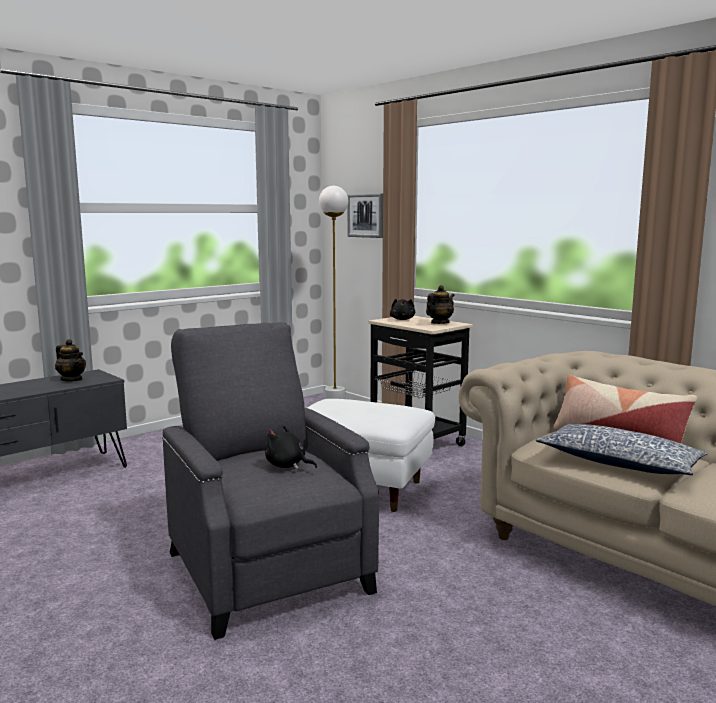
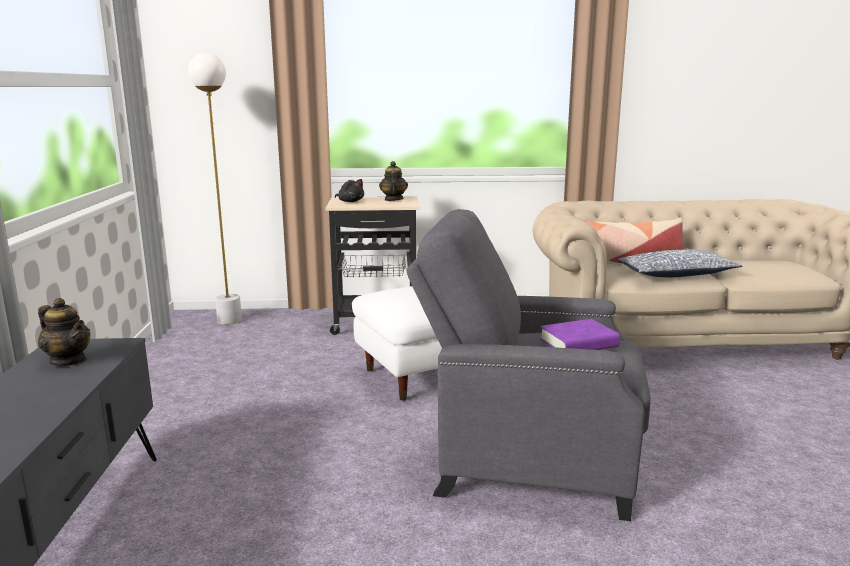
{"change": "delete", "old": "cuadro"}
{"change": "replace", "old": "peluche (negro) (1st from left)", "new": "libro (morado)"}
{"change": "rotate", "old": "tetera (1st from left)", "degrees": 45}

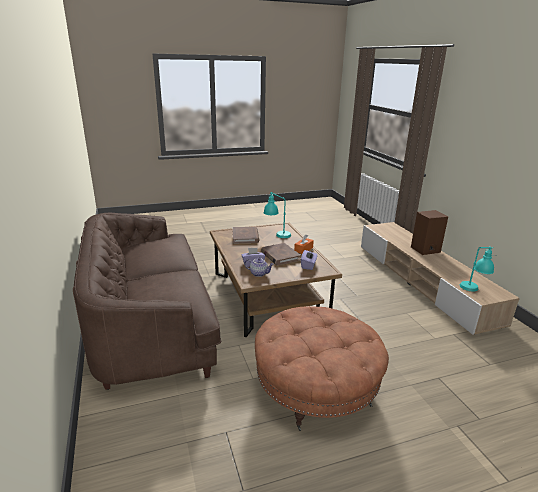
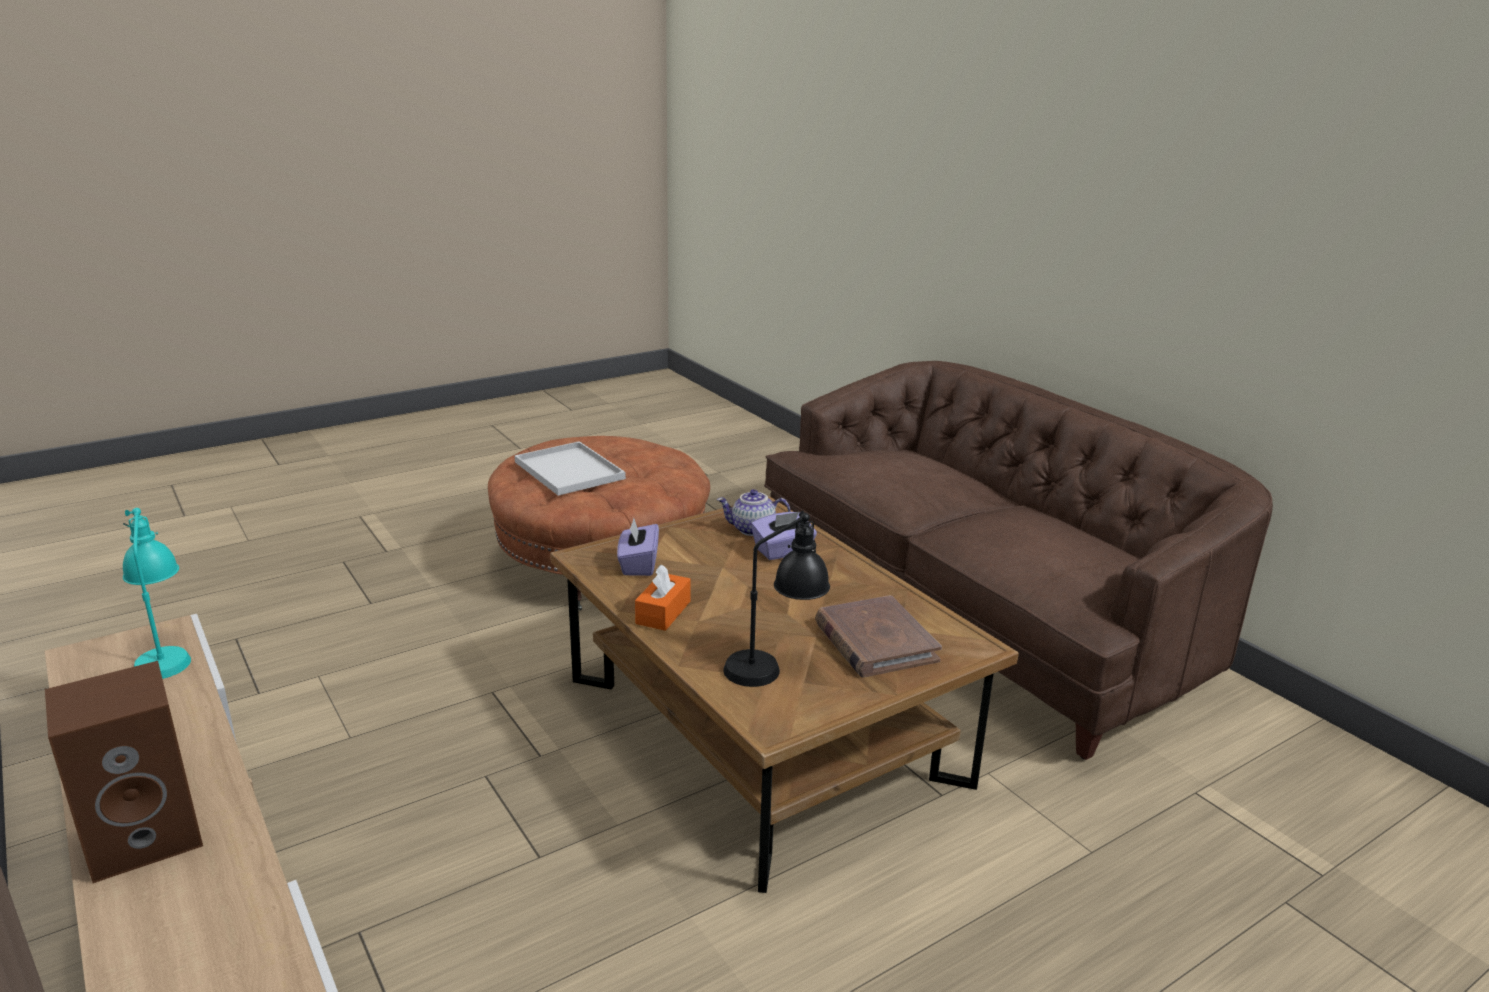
{"change": "delete", "old": "libro (marrón) (2nd from left)"}
{"change": "insert", "new": "bandeja (blanco)"}
{"change": "recolor", "old": "lámpara de mesa (turquesa) (1st from left)", "new": "lámpara de mesa (negro)"}

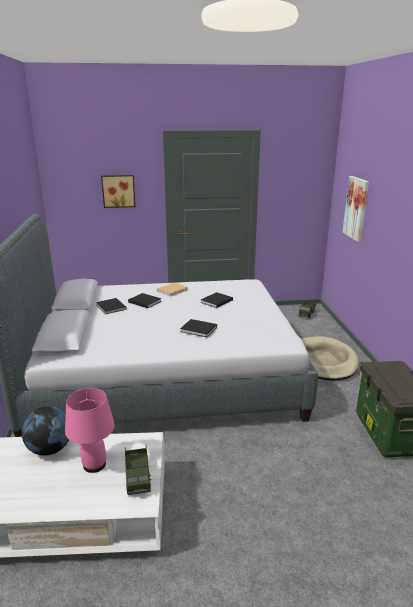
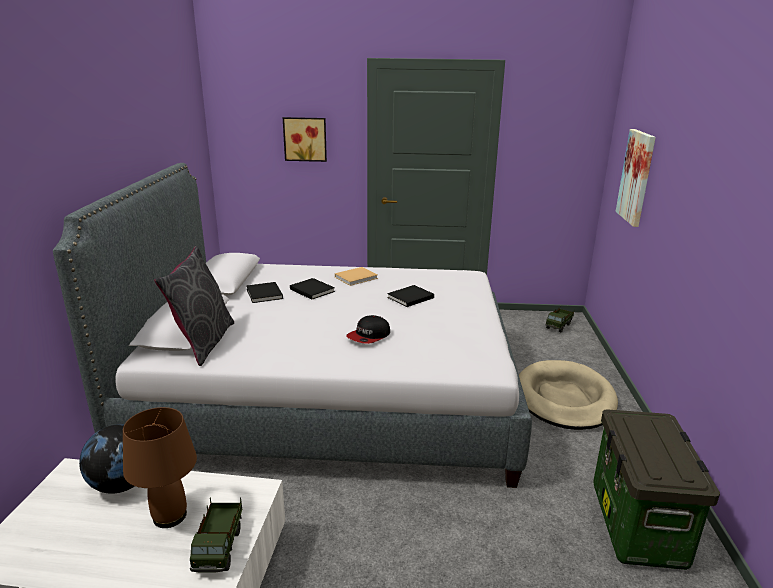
{"change": "insert", "new": "cojín (gris)"}
{"change": "replace", "old": "libro (negro) (3rd from left)", "new": "gorra"}
{"change": "recolor", "old": "lámpara de mesa (rosa)", "new": "lámpara de mesa (marrón)"}

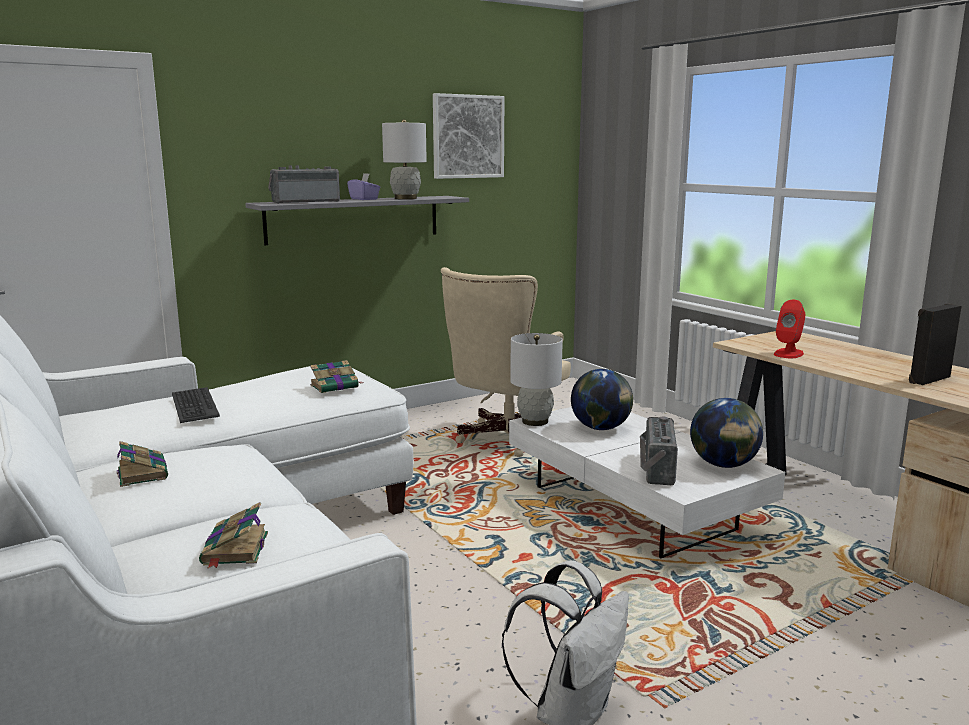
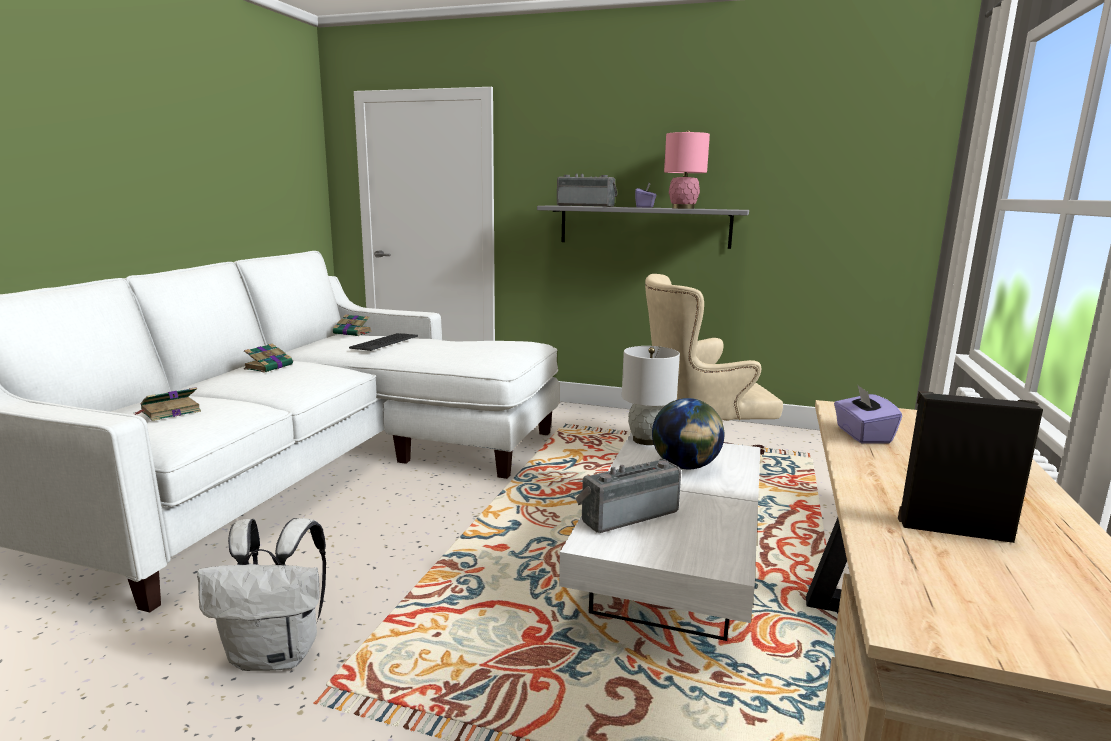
{"change": "delete", "old": "cuadro"}
{"change": "delete", "old": "globo terráqueo (2nd from left)"}
{"change": "move", "old": "libro (3rd from left)"}
{"change": "replace", "old": "altavoz (rojo)", "new": "caja de pañuelos (morado) (2nd from left)"}
{"change": "recolor", "old": "lámpara de mesa (blanco) (1st from left)", "new": "lámpara de mesa (rosa)"}

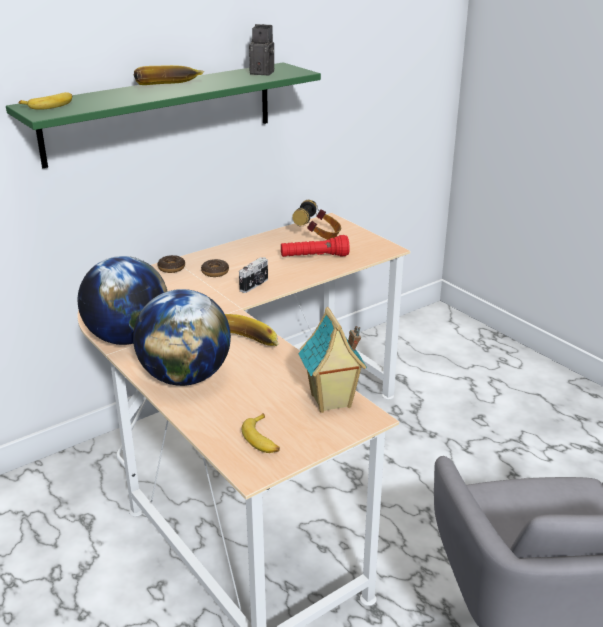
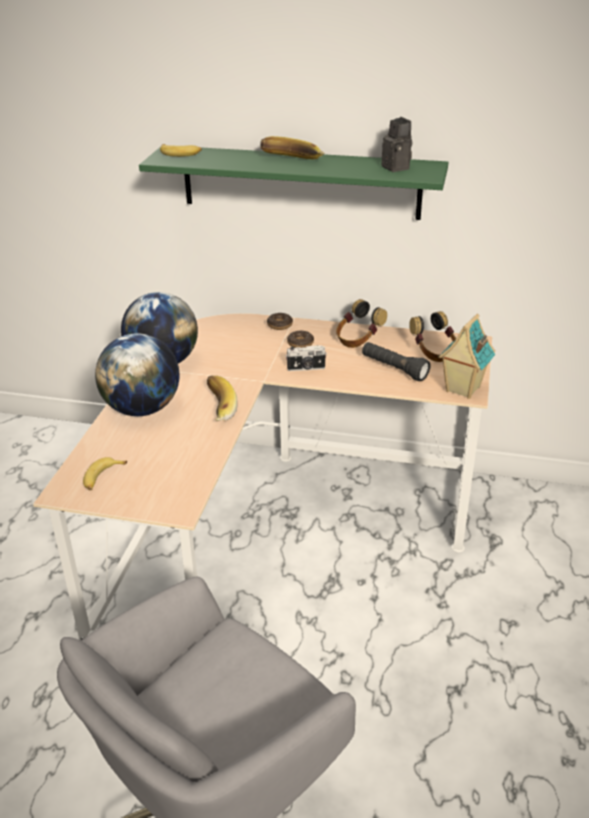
{"change": "insert", "new": "auriculares (1st from left)"}
{"change": "move", "old": "casita"}
{"change": "recolor", "old": "linterna (rojo)", "new": "linterna (negro)"}

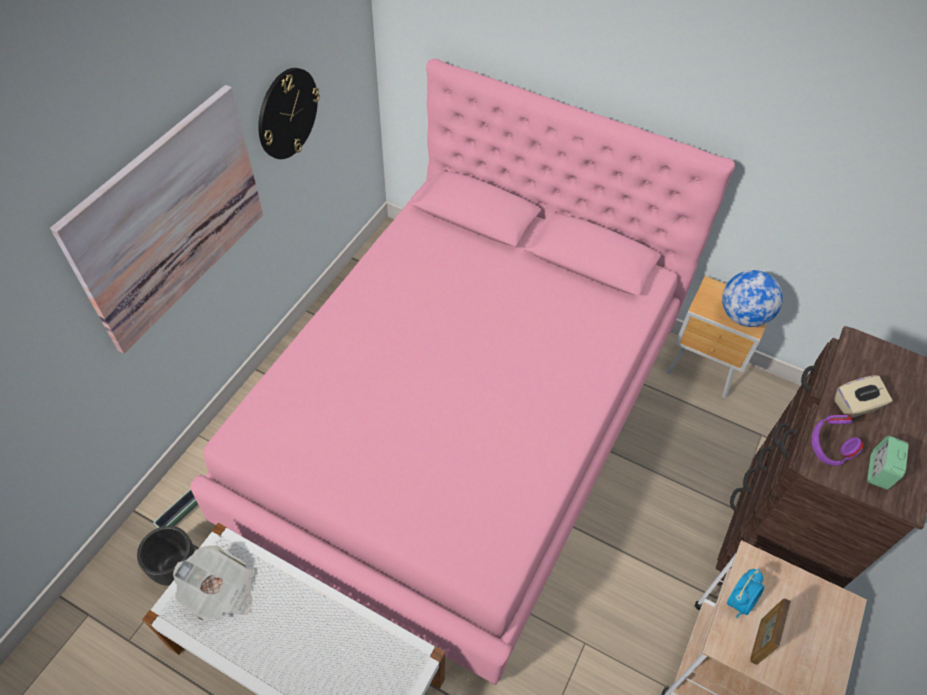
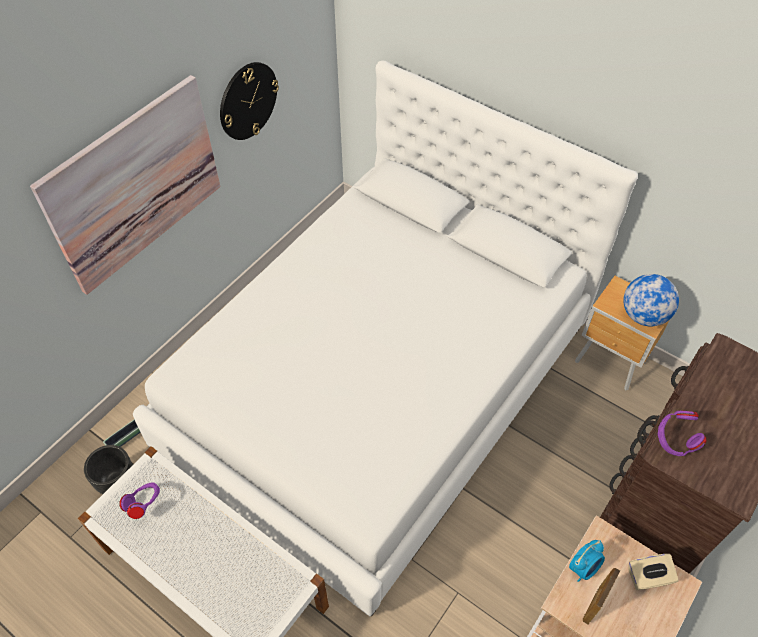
{"change": "delete", "old": "despertador (2nd from left)"}
{"change": "move", "old": "caja de pañuelos (beis)"}
{"change": "replace", "old": "periódico", "new": "auriculares (morado) (1st from left)"}
{"change": "recolor", "old": "cama (rosa)", "new": "cama (blanco)"}

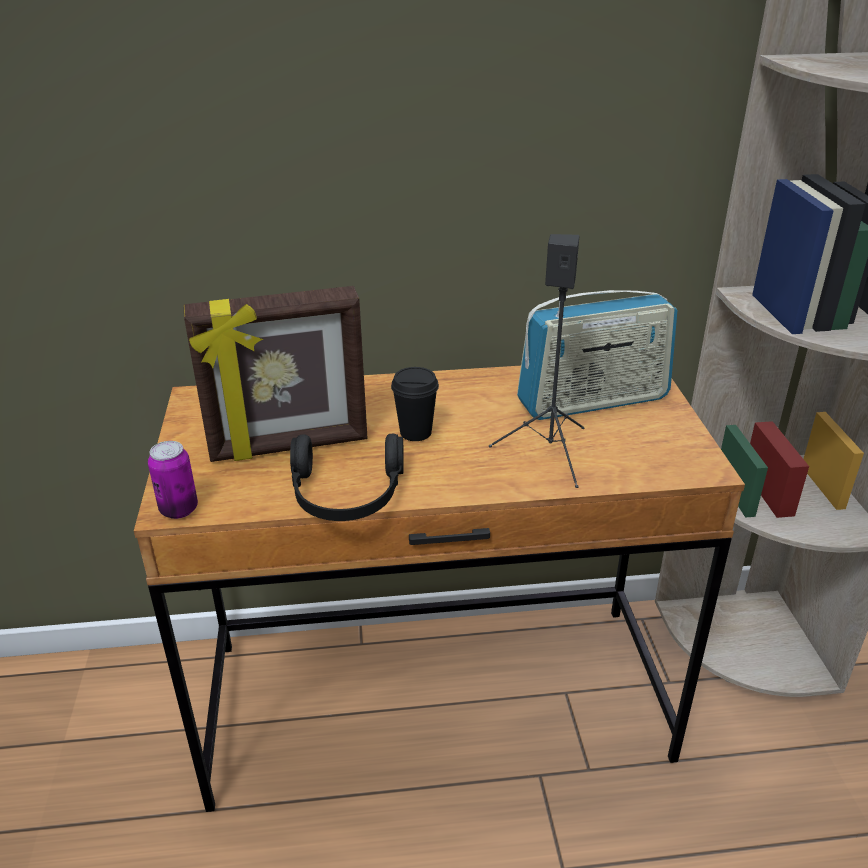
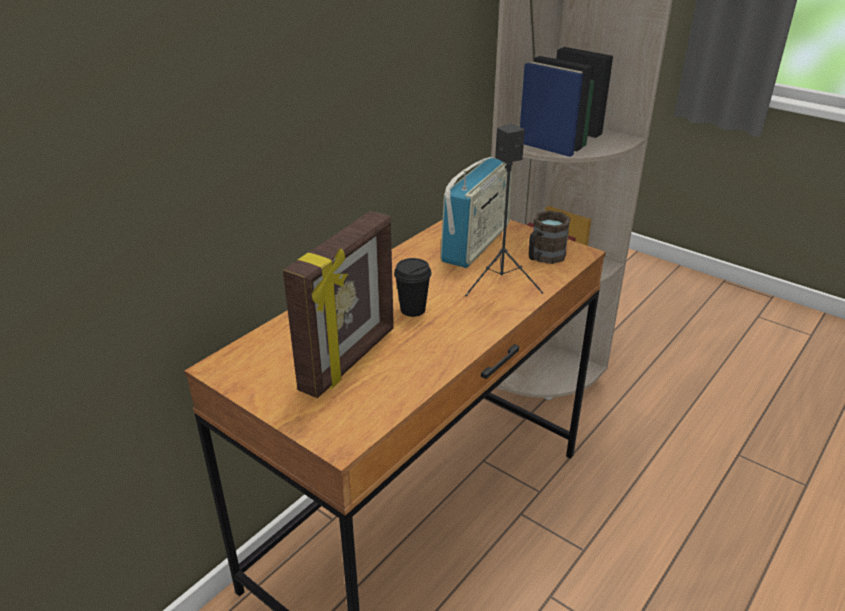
{"change": "delete", "old": "lata"}
{"change": "delete", "old": "auriculares (negro)"}
{"change": "insert", "new": "taza grande (marrón)"}

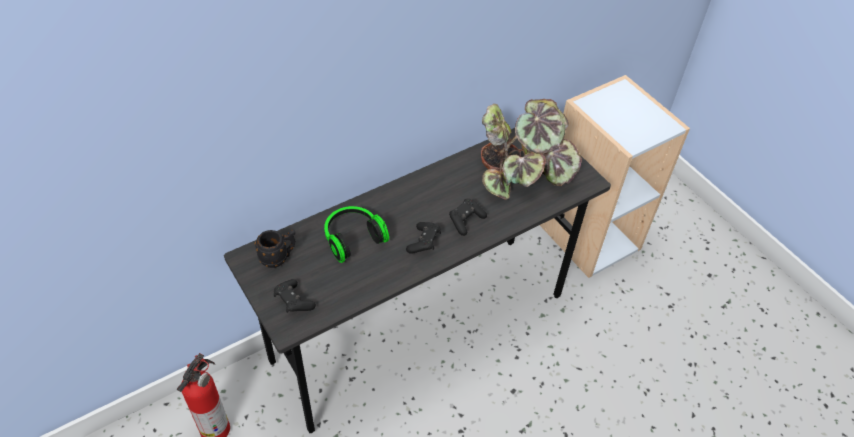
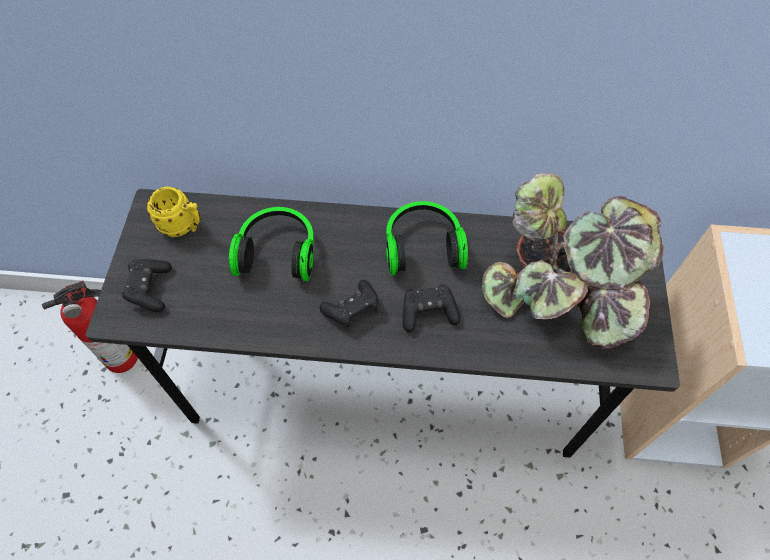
{"change": "insert", "new": "auriculares (2nd from left)"}
{"change": "recolor", "old": "taza grande (negro)", "new": "taza grande (amarillo)"}

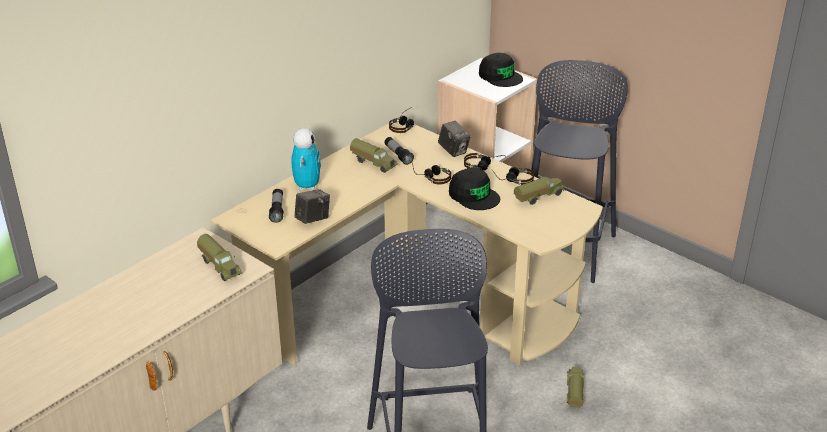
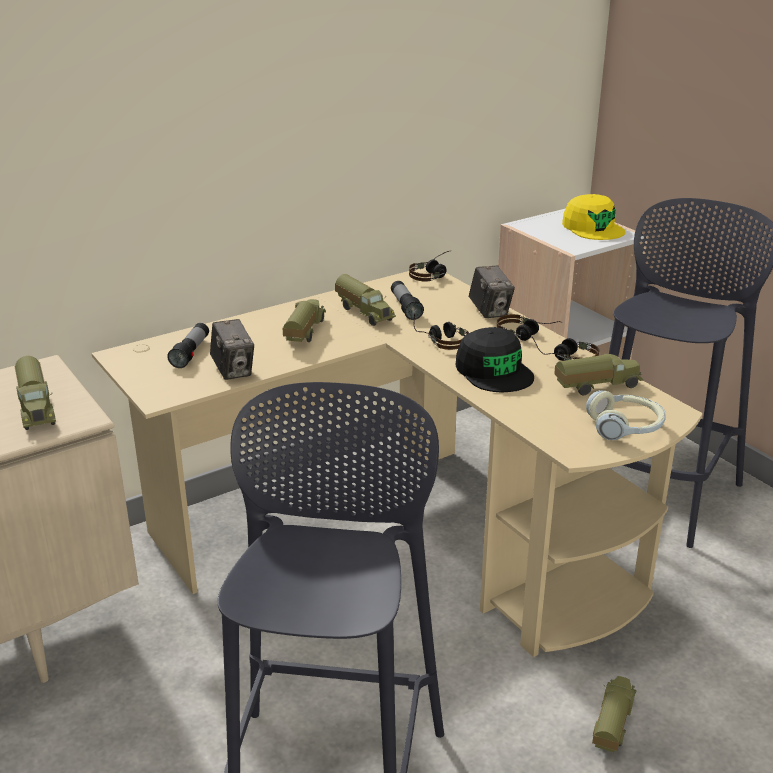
{"change": "delete", "old": "robot de juguete"}
{"change": "insert", "new": "camión de juguete (2nd from left)"}
{"change": "insert", "new": "auriculares (5th from left)"}
{"change": "recolor", "old": "gorra (negro) (2nd from left)", "new": "gorra (amarillo)"}
{"change": "rotate", "old": "cámara (1st from left)", "degrees": 90}

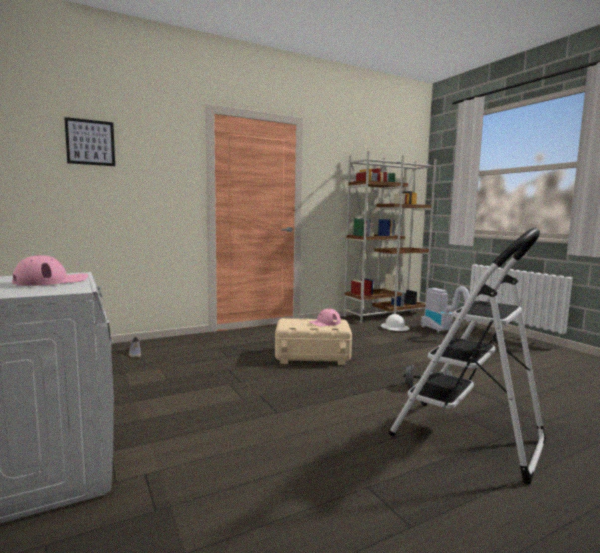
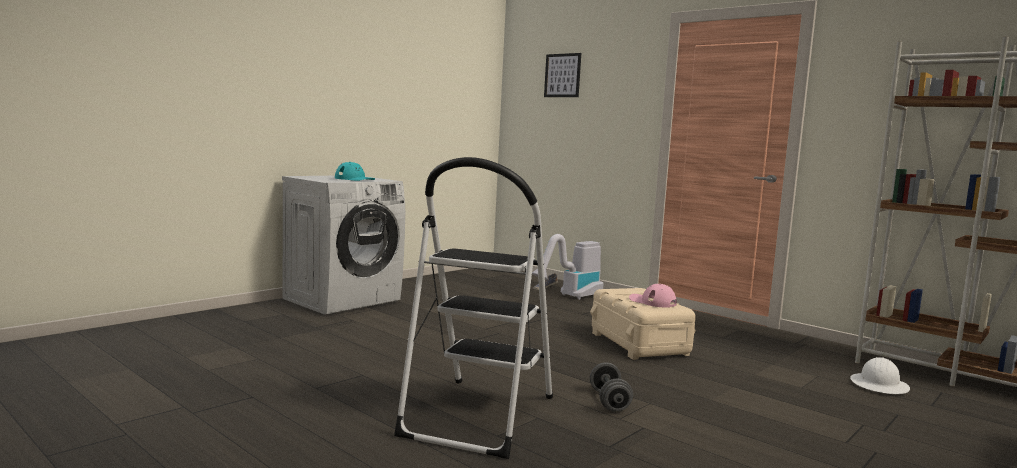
{"change": "move", "old": "aspiradora"}
{"change": "recolor", "old": "gorra (rosa) (1st from left)", "new": "gorra (turquesa)"}

